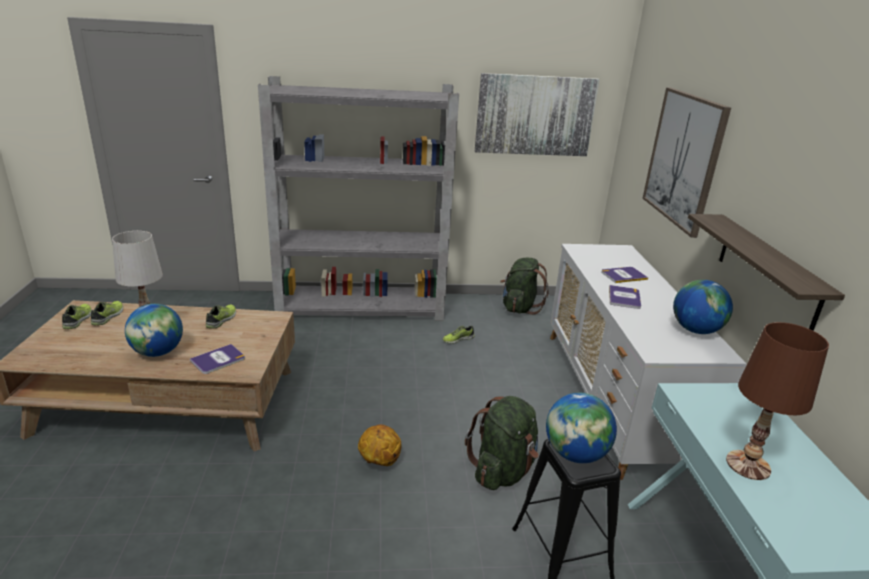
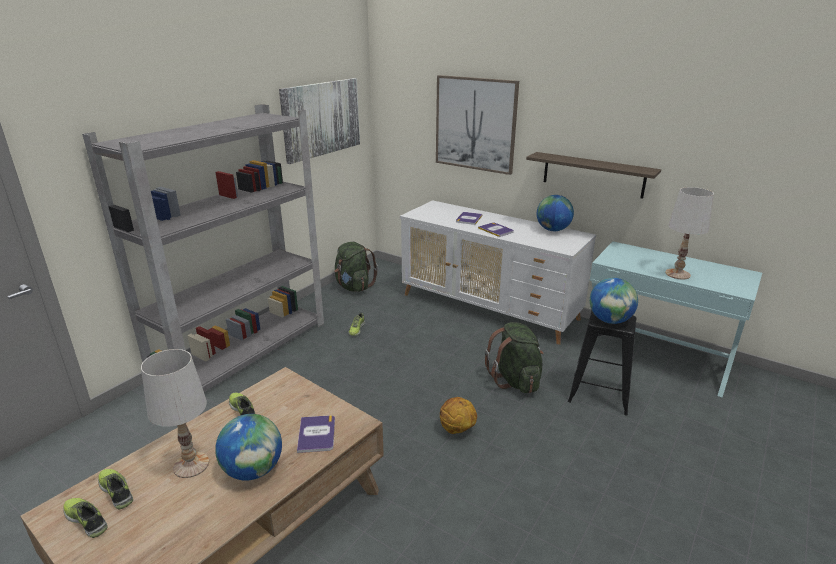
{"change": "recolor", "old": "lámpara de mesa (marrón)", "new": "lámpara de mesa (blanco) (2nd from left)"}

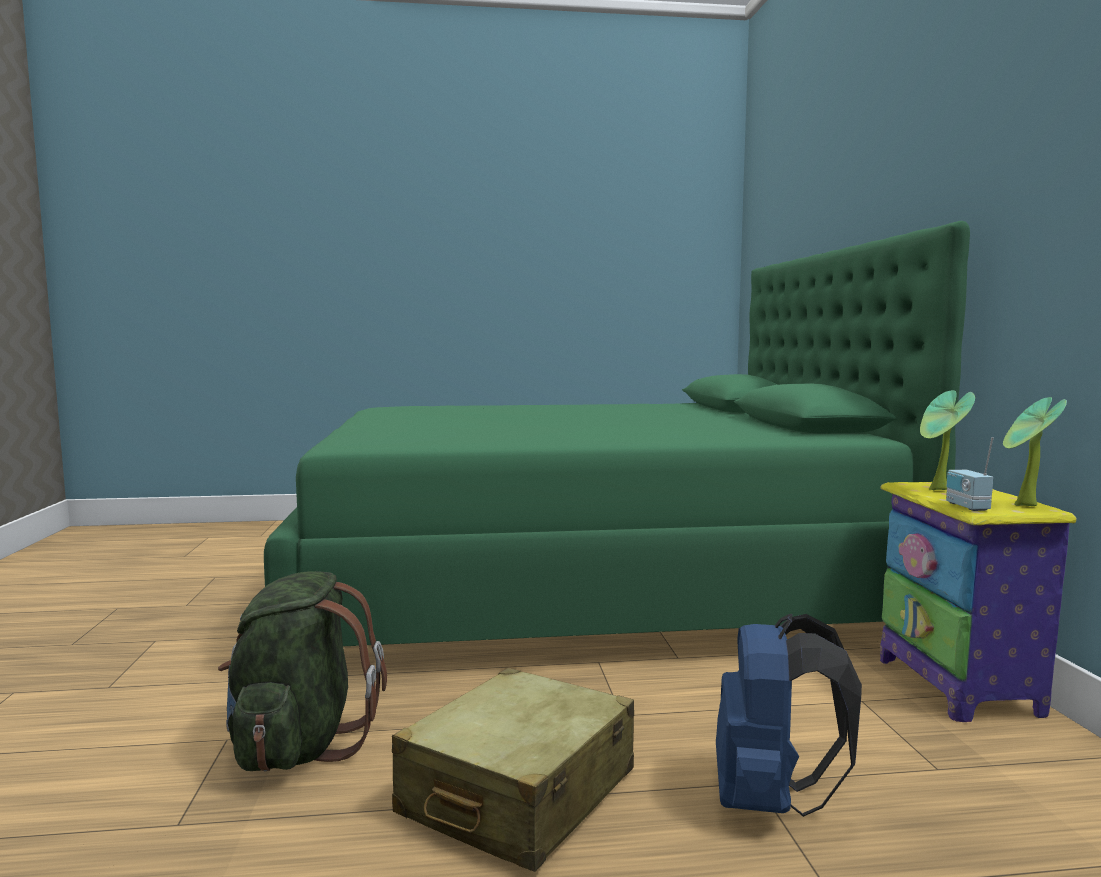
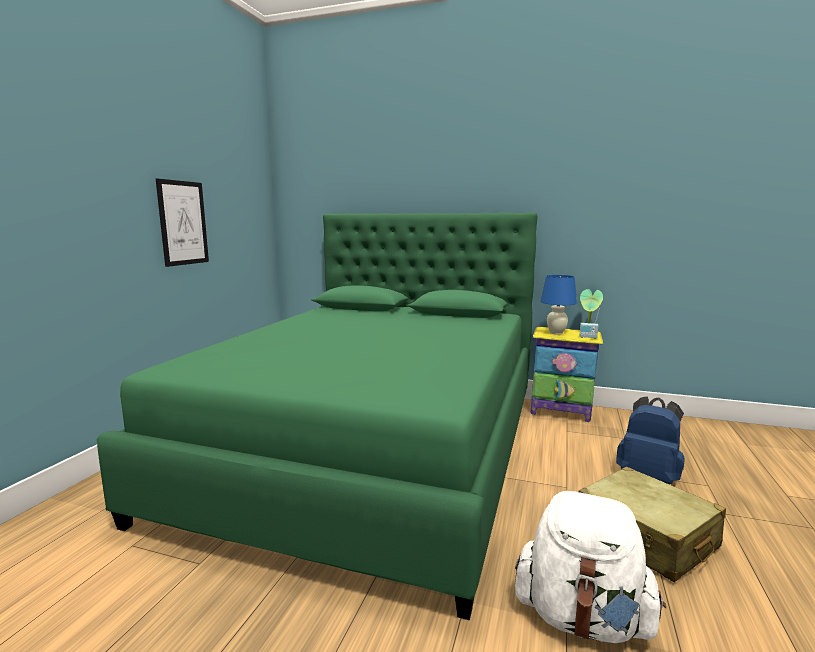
{"change": "insert", "new": "cuadro"}
{"change": "replace", "old": "planta en maceta (1st from left)", "new": "lámpara de mesa (azul)"}
{"change": "recolor", "old": "mochila (verde)", "new": "mochila (blanco)"}

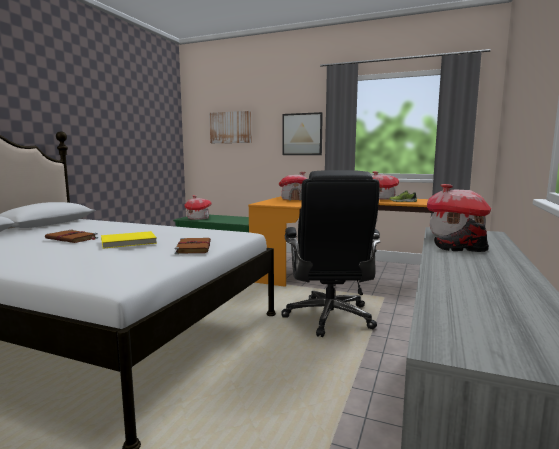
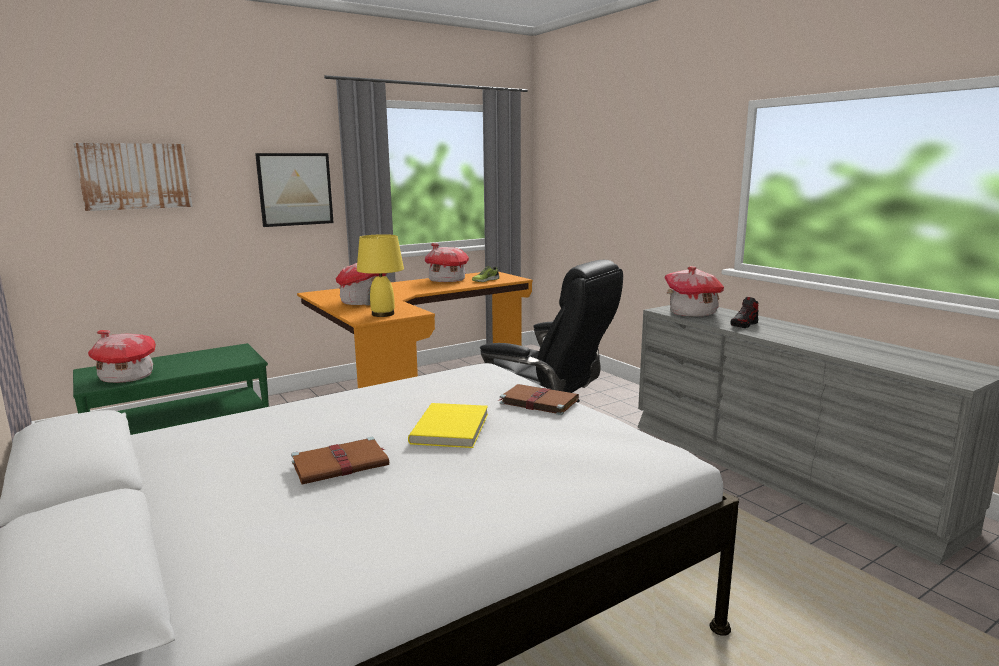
{"change": "insert", "new": "lámpara de mesa (amarillo)"}

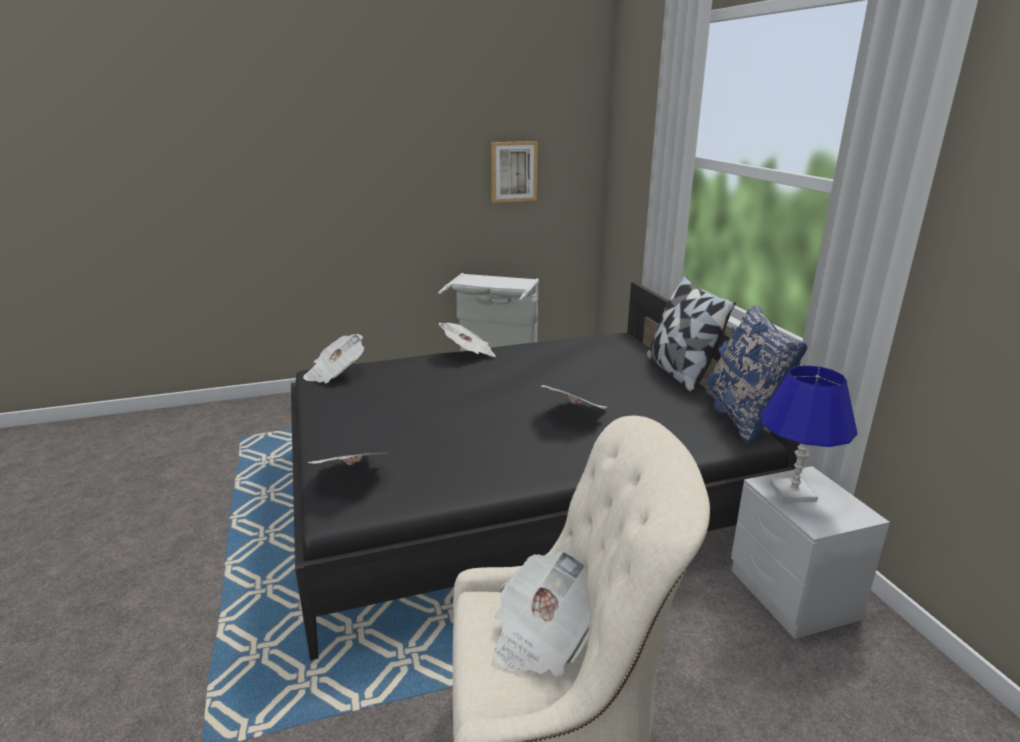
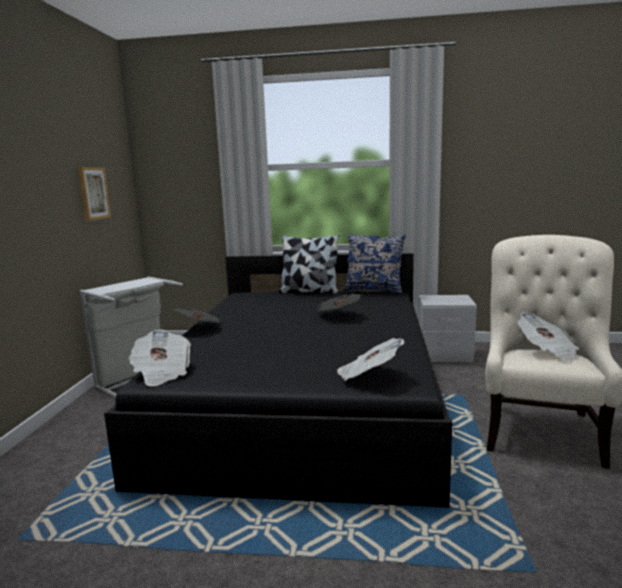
{"change": "delete", "old": "lámpara de mesa (azul)"}

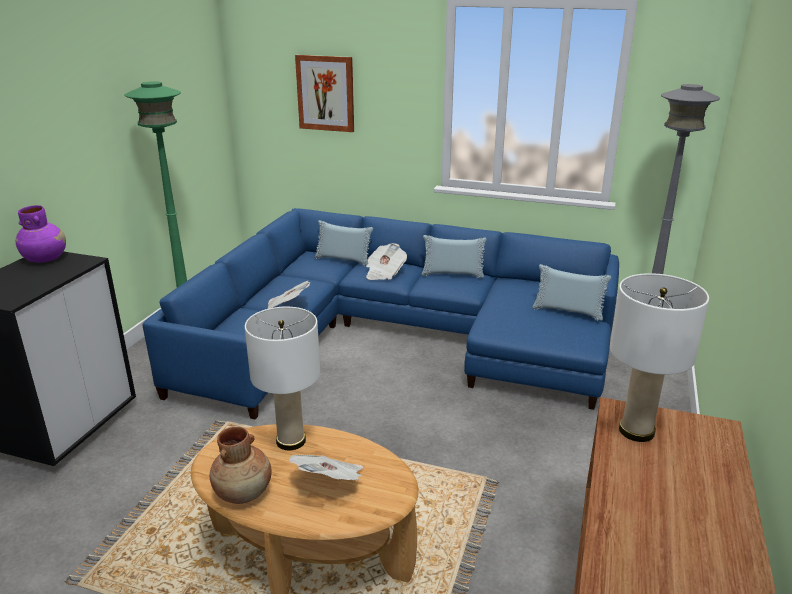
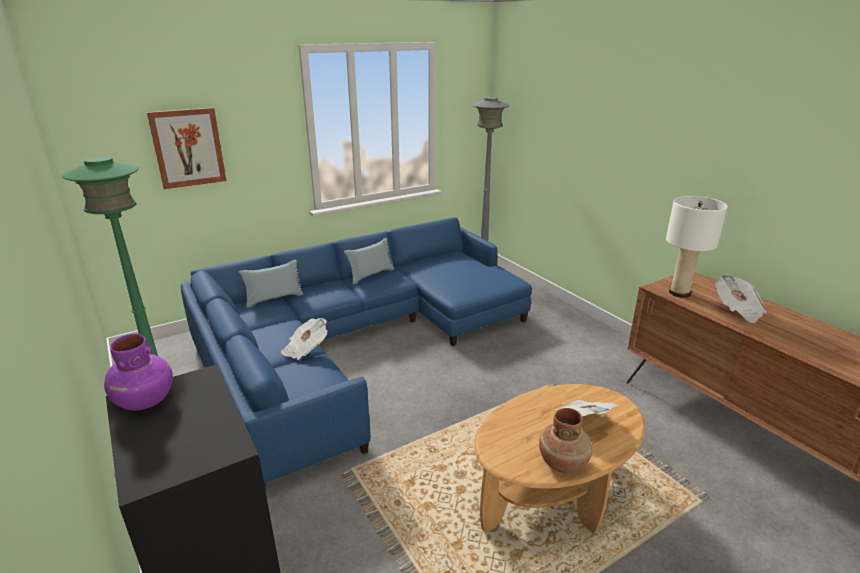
{"change": "delete", "old": "lámpara de mesa (blanco) (1st from left)"}
{"change": "delete", "old": "cojín (azul) (3rd from left)"}
{"change": "move", "old": "periódico (3rd from left)"}

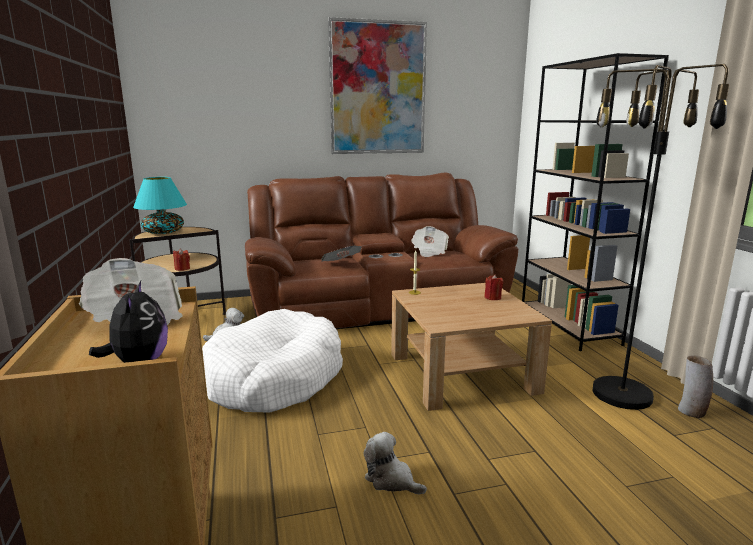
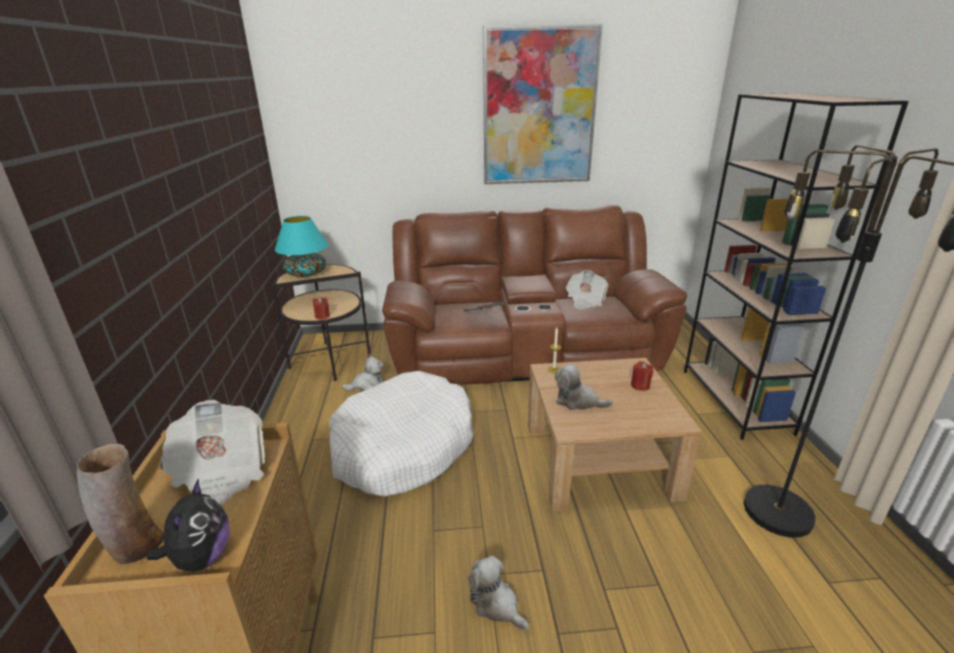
{"change": "insert", "new": "peluche (4th from left)"}
{"change": "move", "old": "florero"}

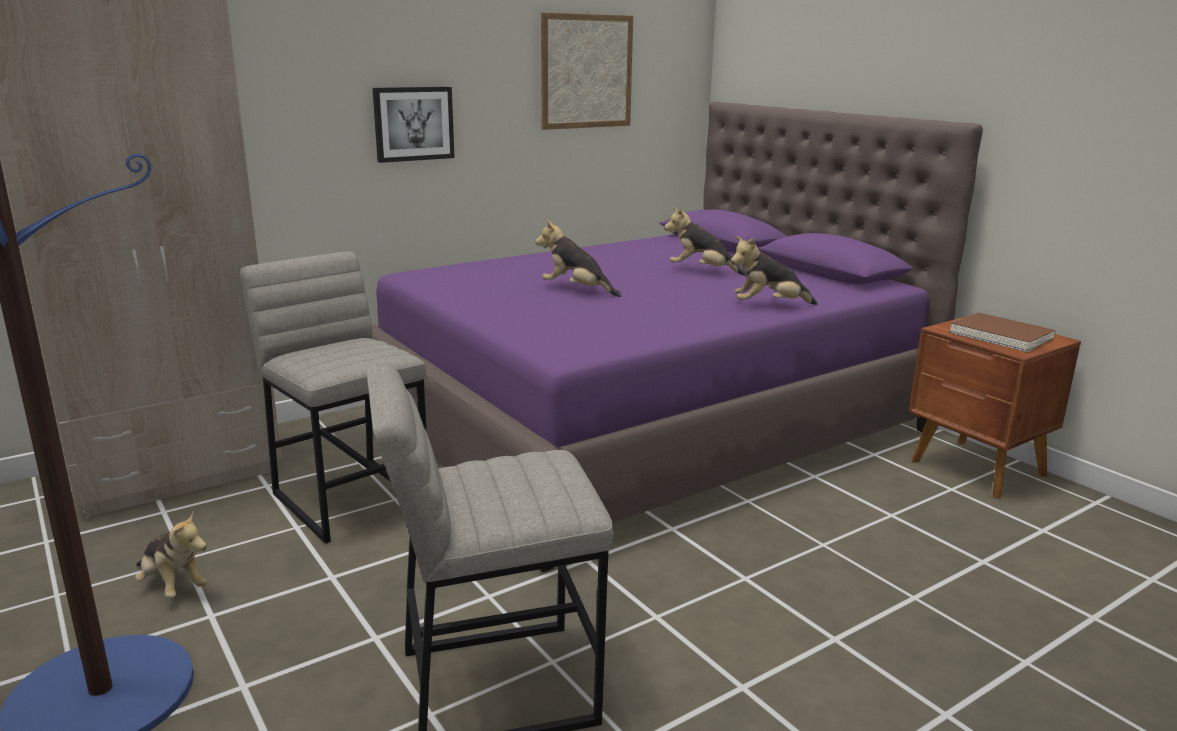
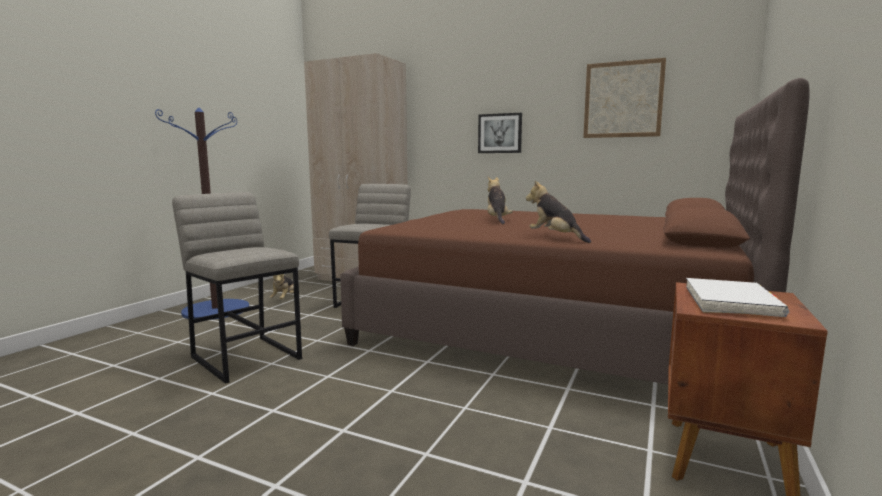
{"change": "delete", "old": "peluche (3rd from left)"}
{"change": "recolor", "old": "cama (morado)", "new": "cama (marrón)"}
{"change": "recolor", "old": "libro (marrón)", "new": "libro (blanco)"}

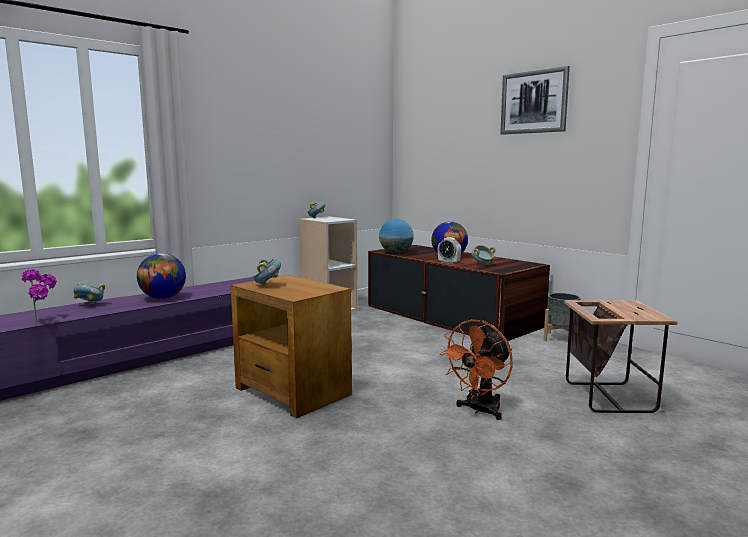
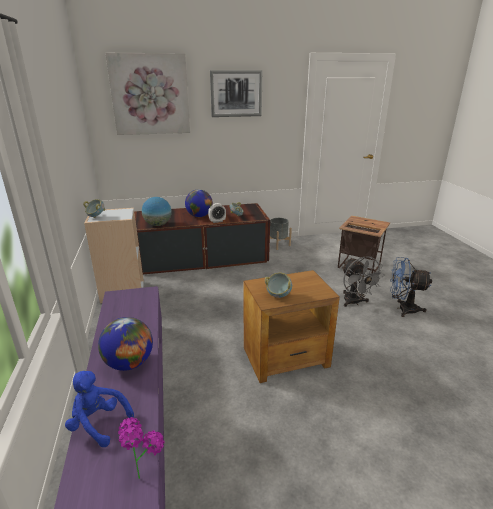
{"change": "insert", "new": "cuadro (1st from left)"}
{"change": "insert", "new": "ventilador (azul)"}
{"change": "replace", "old": "cuenco (1st from left)", "new": "peluche (azul)"}
{"change": "recolor", "old": "ventilador (naranja)", "new": "ventilador (gris)"}

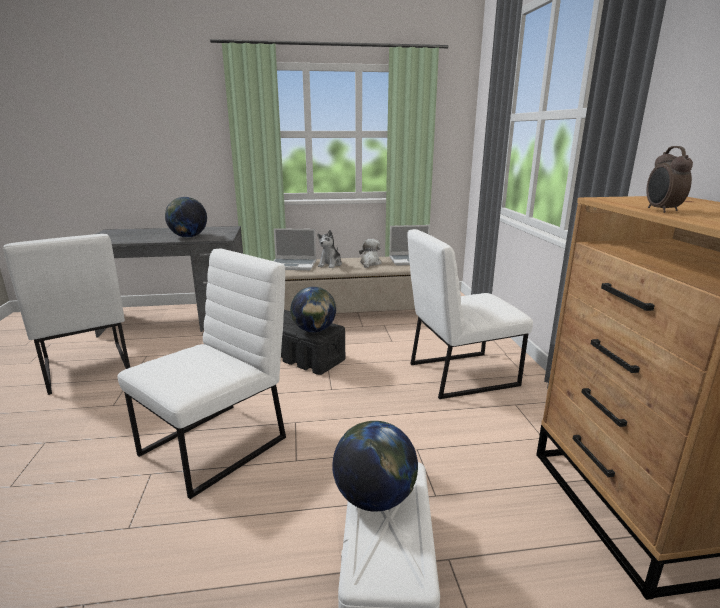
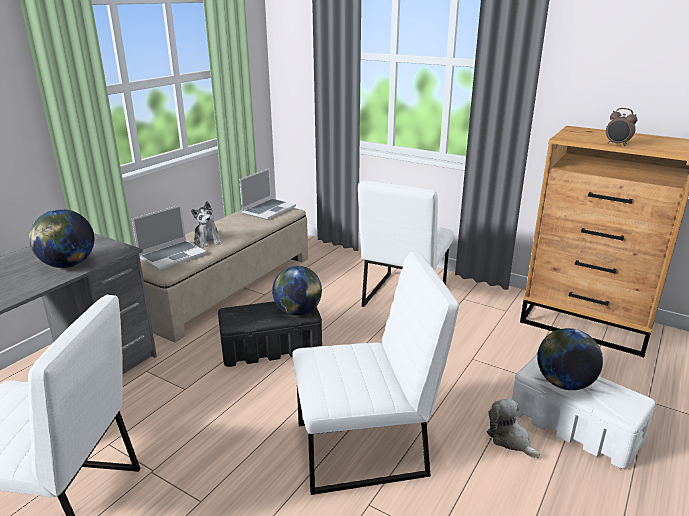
{"change": "move", "old": "peluche (2nd from left)"}
{"change": "rotate", "old": "silla (blanco) (2nd from left)", "degrees": 90}

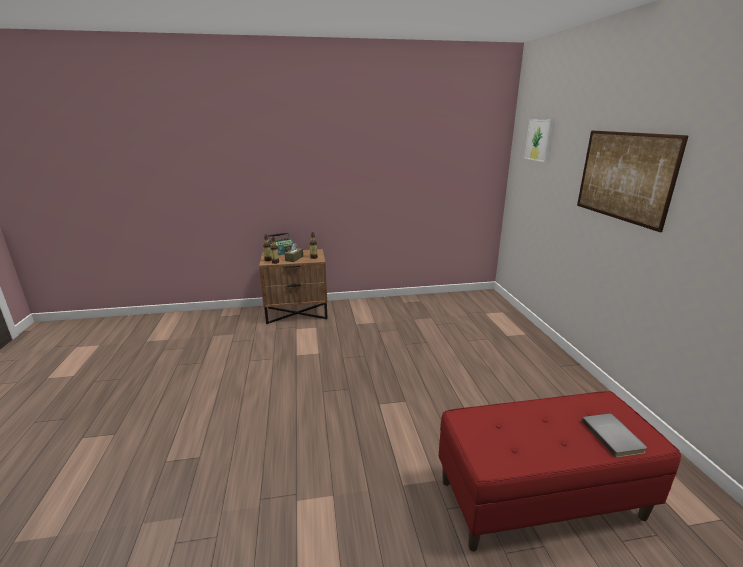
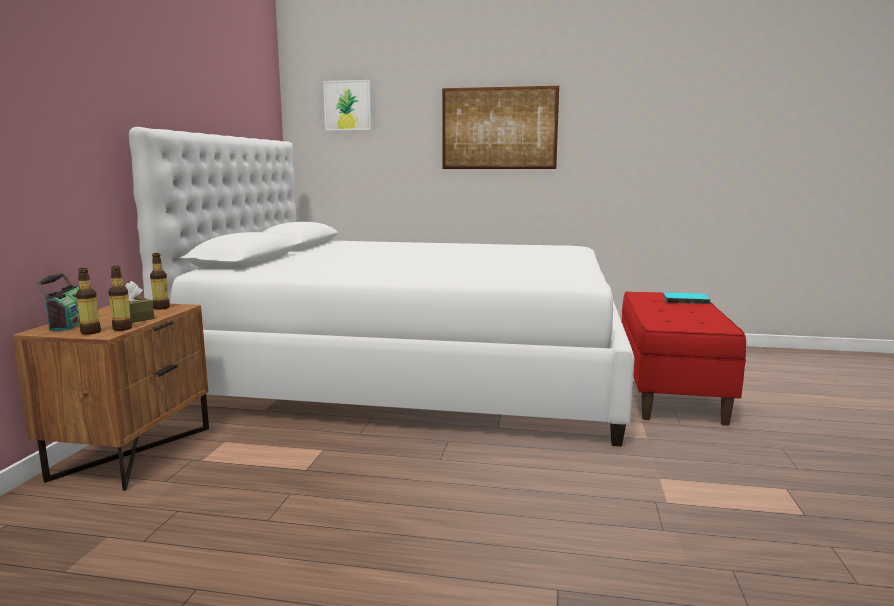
{"change": "insert", "new": "cama (blanco)"}
{"change": "recolor", "old": "libro (gris)", "new": "libro (turquesa)"}

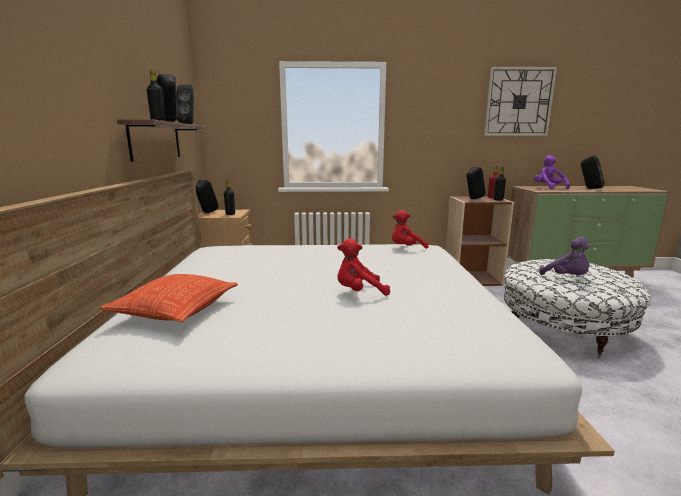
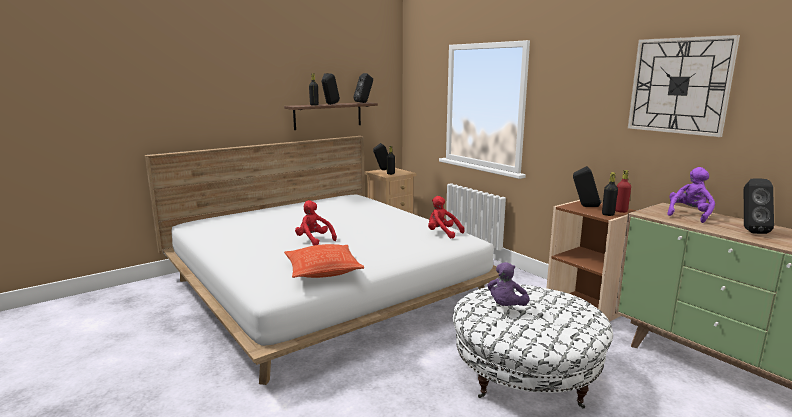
{"change": "move", "old": "cojín (naranja)"}

